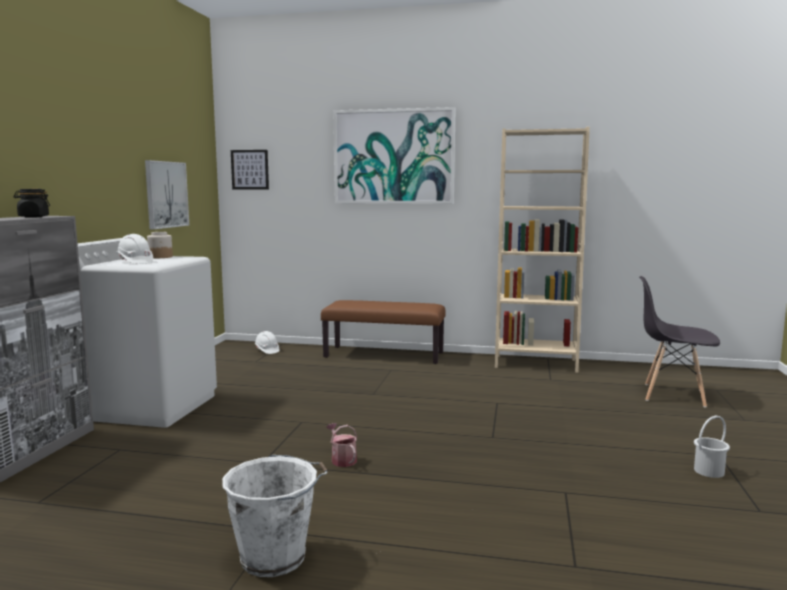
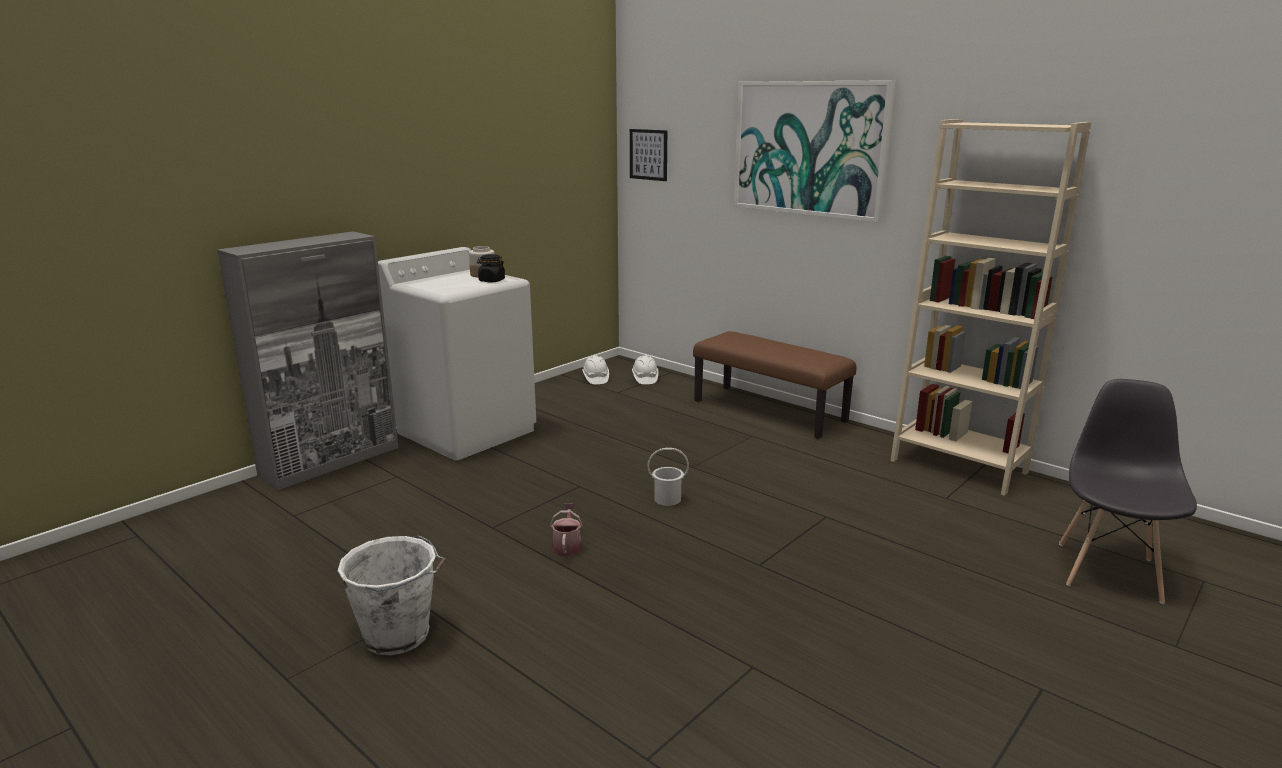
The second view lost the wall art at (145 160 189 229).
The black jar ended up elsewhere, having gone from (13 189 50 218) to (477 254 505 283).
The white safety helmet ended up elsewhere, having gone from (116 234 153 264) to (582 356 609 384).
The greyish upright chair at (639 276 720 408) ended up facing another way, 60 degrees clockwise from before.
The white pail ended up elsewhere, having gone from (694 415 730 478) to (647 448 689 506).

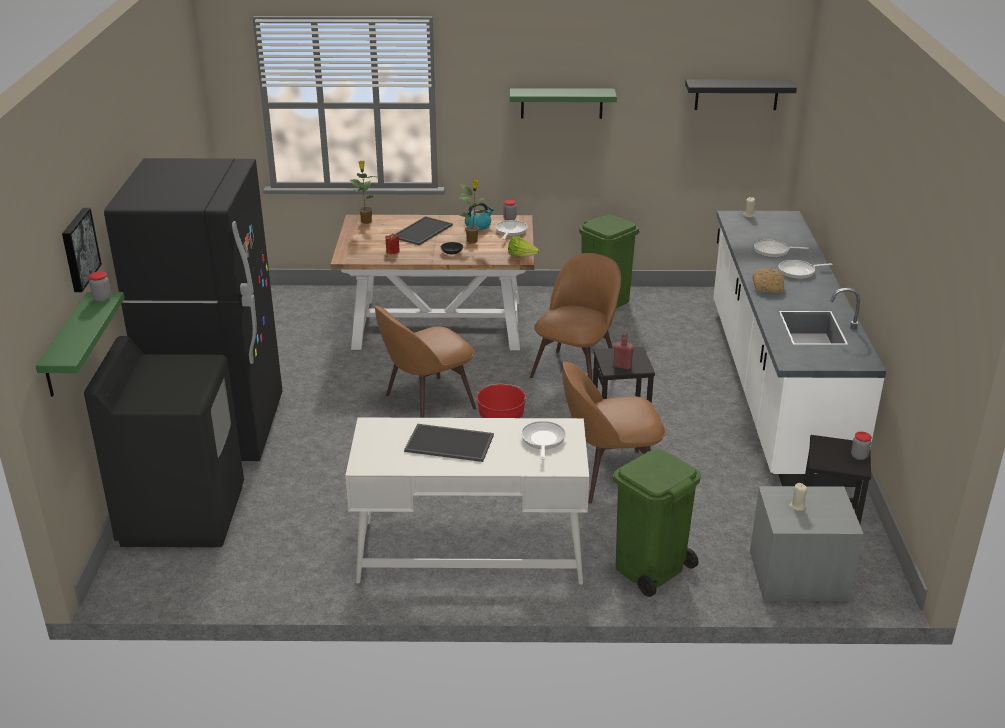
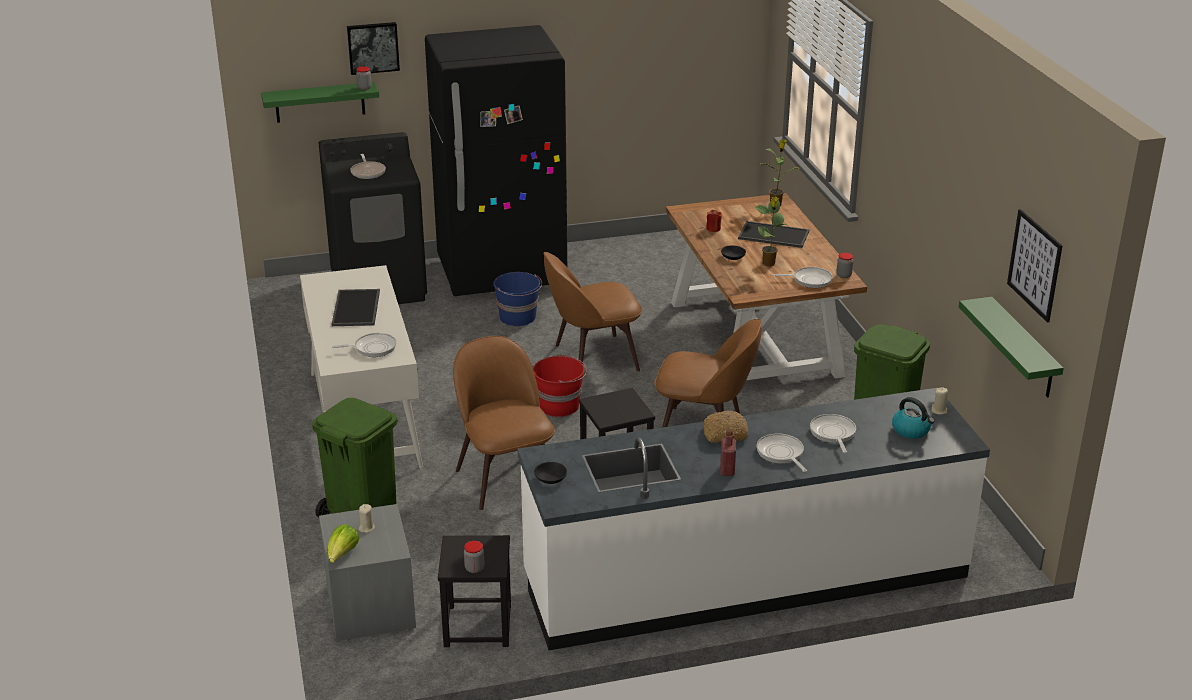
Where the black wall shelf hung at (685 80 797 110), the wall art came to hang at (1007 209 1062 322).
The greenish wall shelf ended up elsewhere, having gone from (510 88 617 119) to (959 297 1064 398).
The water kettle ended up elsewhere, having gone from (465 202 494 230) to (892 397 935 439).
The head of lettuce ended up elsewhere, having gone from (508 236 540 257) to (327 524 359 563).
The brown-coloured upright chair at (374 305 476 418) ended up facing another way, 60 degrees counterclockwise from before.
The reddish drink bottle ended up elsewhere, having gone from (613 333 634 369) to (720 429 736 476).
The second view gained the pan at (350 154 386 179).
The second view gained the blue pail at (493 272 542 326).
The second view gained the black deep dish at (534 462 567 484).

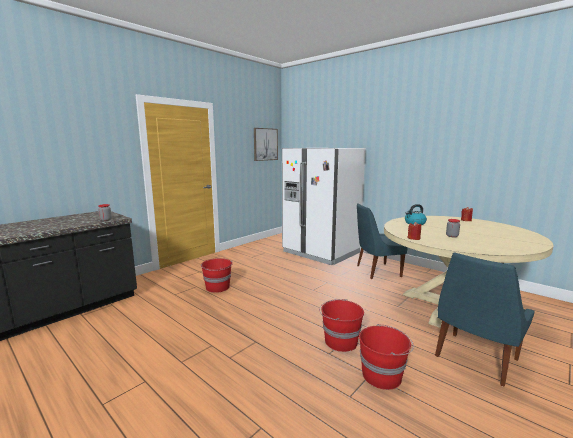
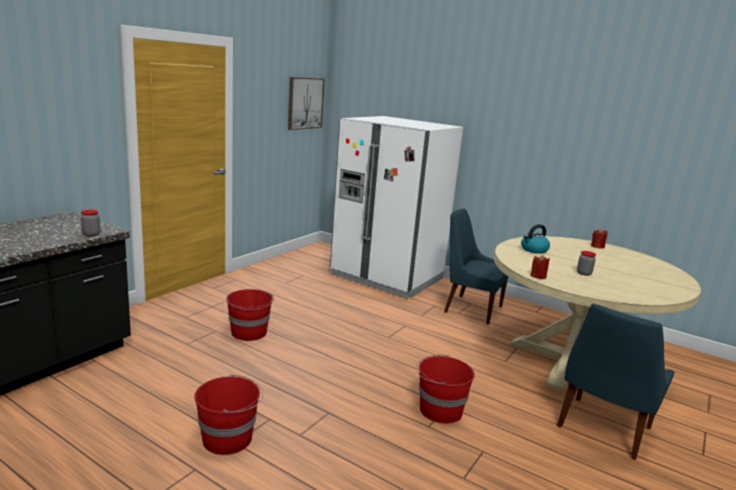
The blue upright chair at (357 204 408 279) ended up facing another way, 45 degrees clockwise from before.
The reddish pail ended up elsewhere, having gone from (359 324 414 390) to (194 374 263 455).

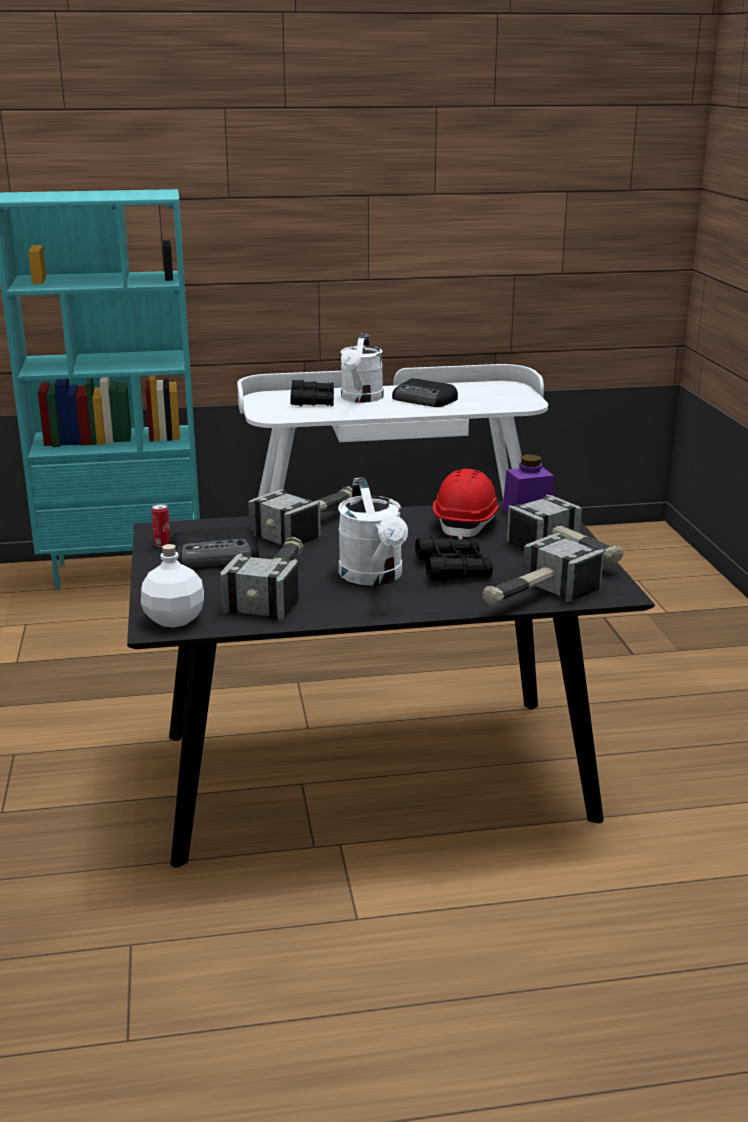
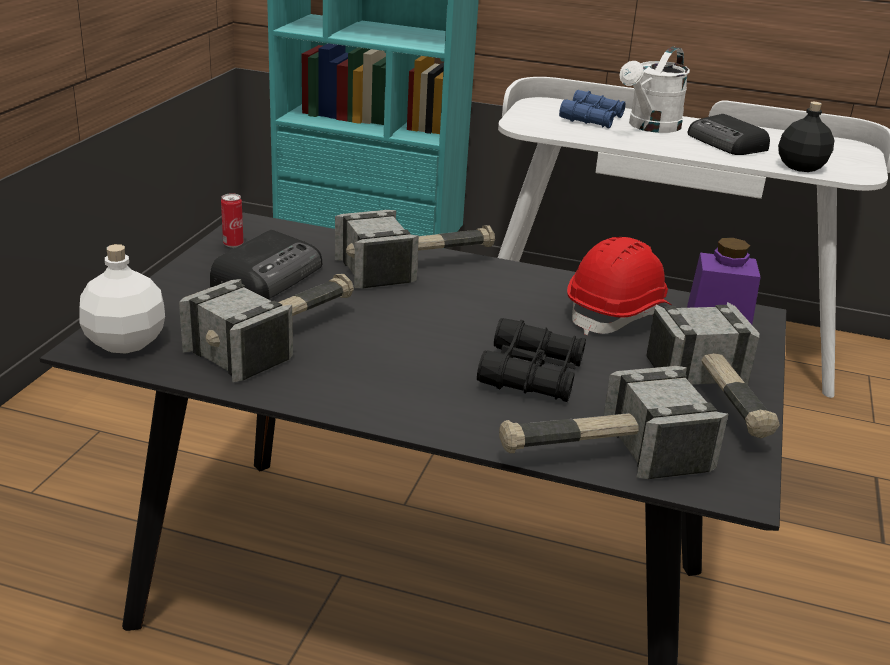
What was the black pair of binoculars at (290 379 334 406) turned into the blue pair of binoculars at (559 90 625 129).
The second view lost the white sprinkling can at (338 477 408 586).
The radio receiver at (169 526 259 569) ended up facing another way, 75 degrees counterclockwise from before.
The second view gained the black drink bottle at (778 101 834 172).

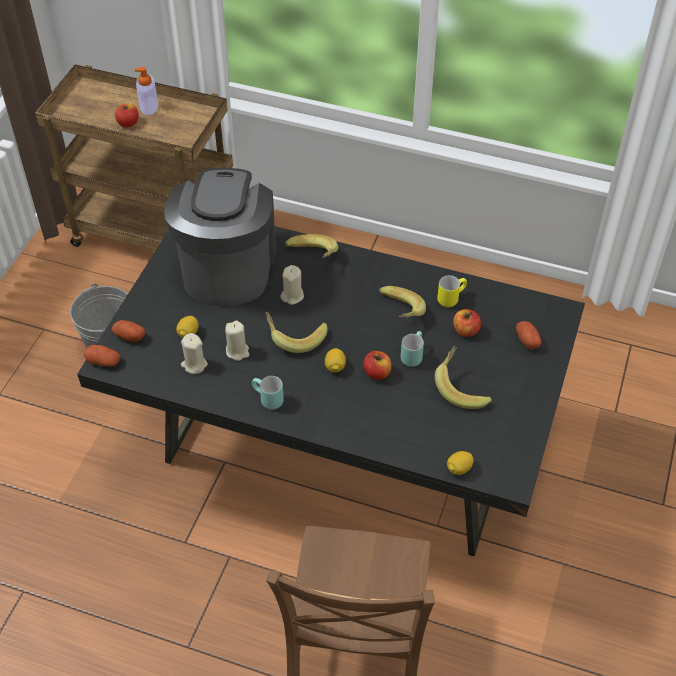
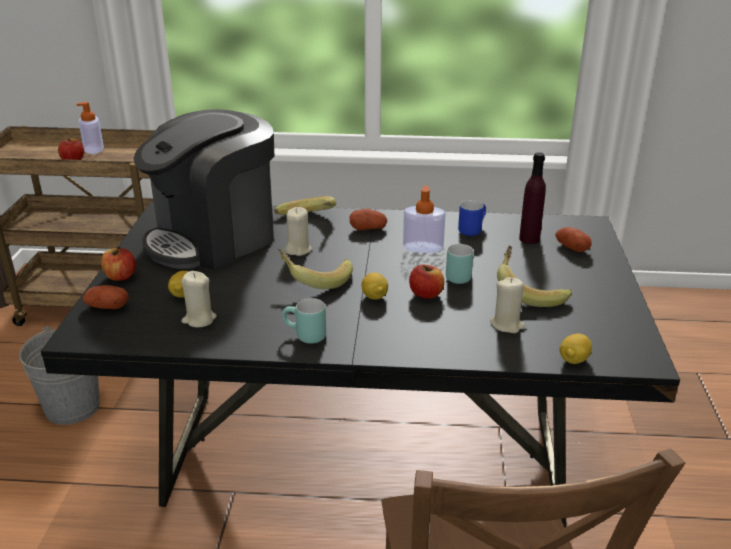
The coffee machine at (164 168 276 307) ended up facing another way, 120 degrees counterclockwise from before.
What was the yellowish mug at (437 275 467 307) turned into the blue mug at (458 200 486 236).
Where the banana fruit stood at (379 286 426 318), the soap bottle came to stand at (403 186 446 253).
The apple fruit ended up elsewhere, having gone from (453 309 481 337) to (101 247 136 281).
The sand-coloured wax candle ended up elsewhere, having gone from (225 321 250 361) to (490 277 525 333).
The spud ended up elsewhere, having gone from (84 345 120 367) to (350 209 387 230).
The second view gained the purple-coloured drink bottle at (519 152 546 244).

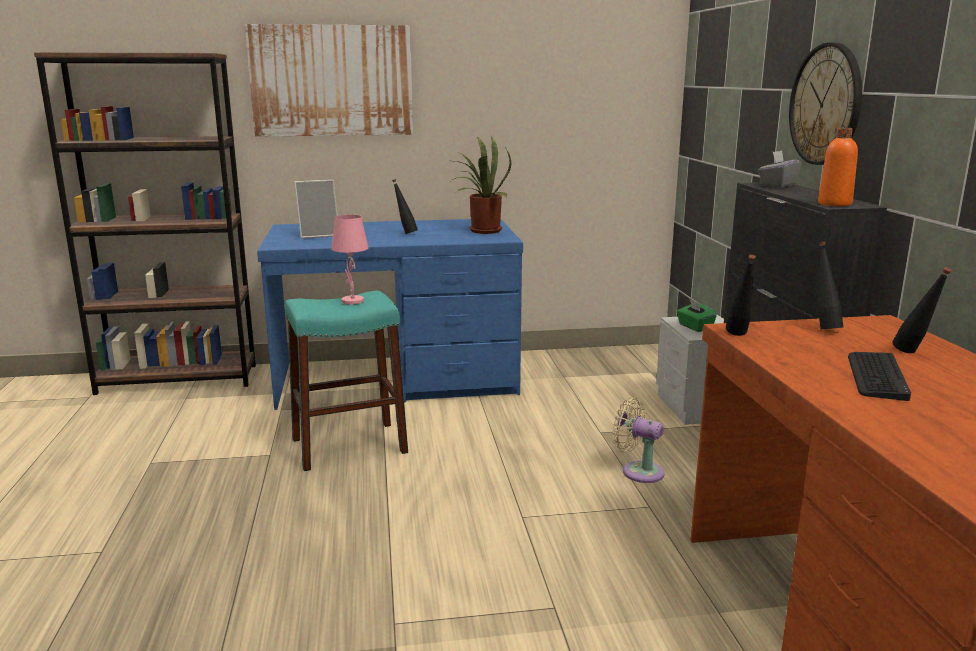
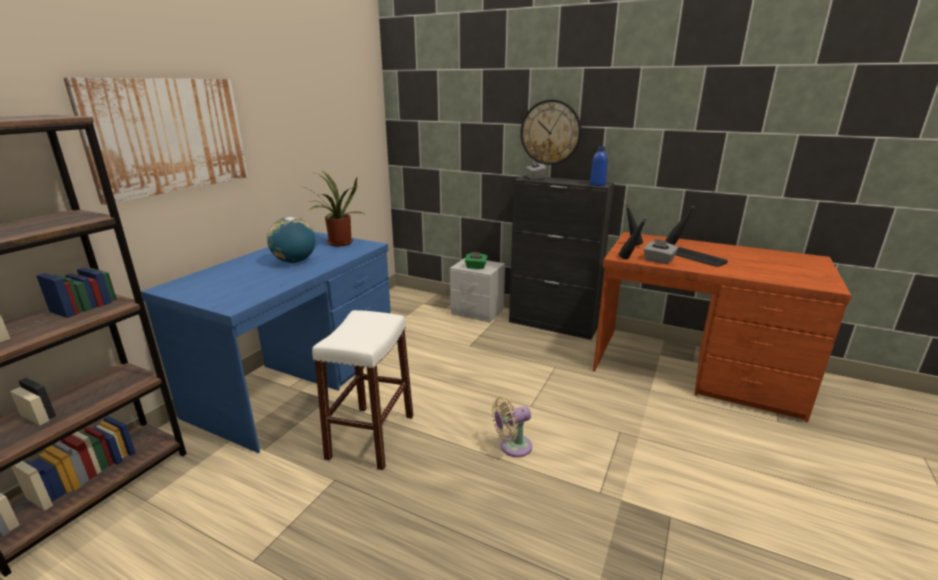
What was the orange-coloured drink bottle at (818 128 858 206) turned into the blue drink bottle at (590 146 608 186).
Where the black drink bottle stood at (392 179 418 234), the globe came to stand at (267 217 316 263).
The second view lost the photo frame at (294 180 338 239).
The second view lost the pink-coloured lamp for a table at (331 215 369 305).
What was the turquoise stool at (285 291 408 471) turned into the white stool at (312 310 413 470).
The sand-coloured cooling fan ended up elsewhere, having gone from (613 398 665 483) to (492 397 532 457).
The second view gained the greyish tissue holder at (643 239 678 264).

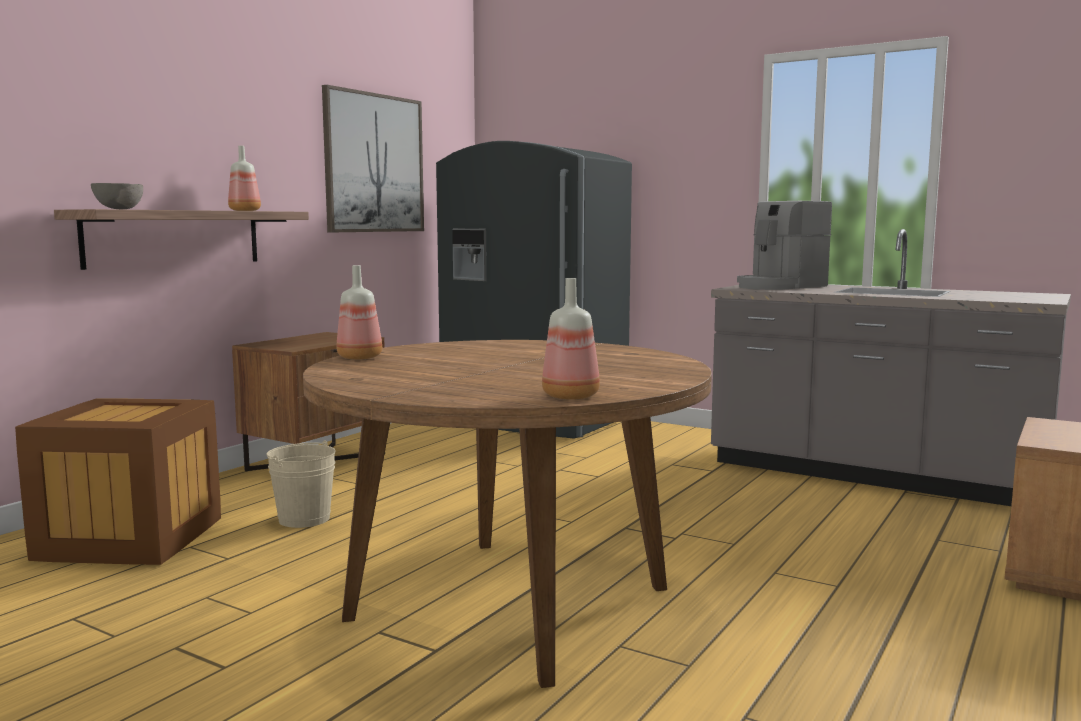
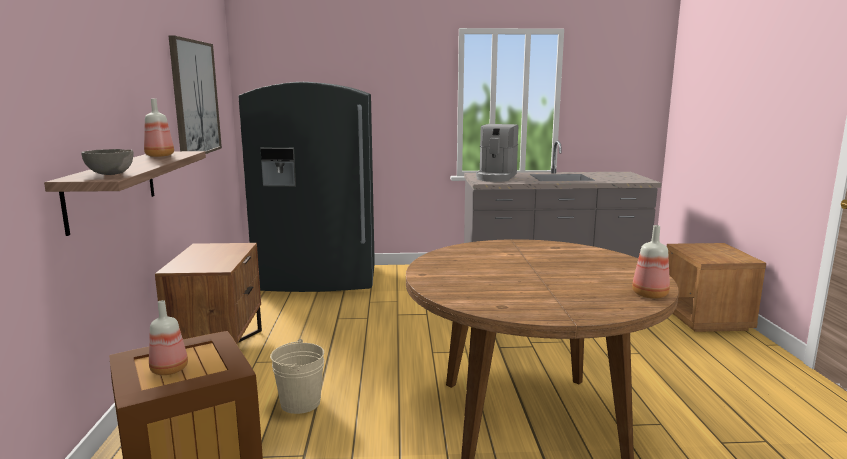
The drink bottle ended up elsewhere, having gone from (336 265 382 360) to (149 300 188 375).

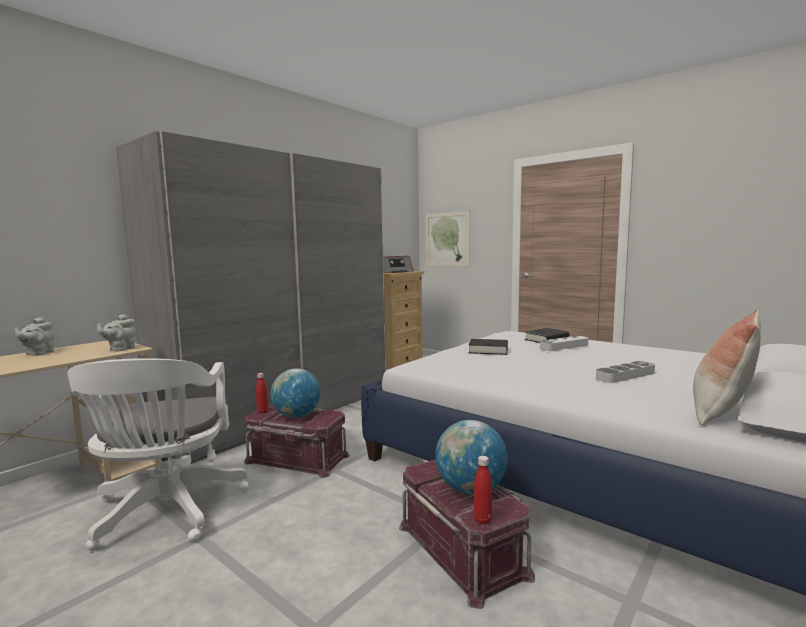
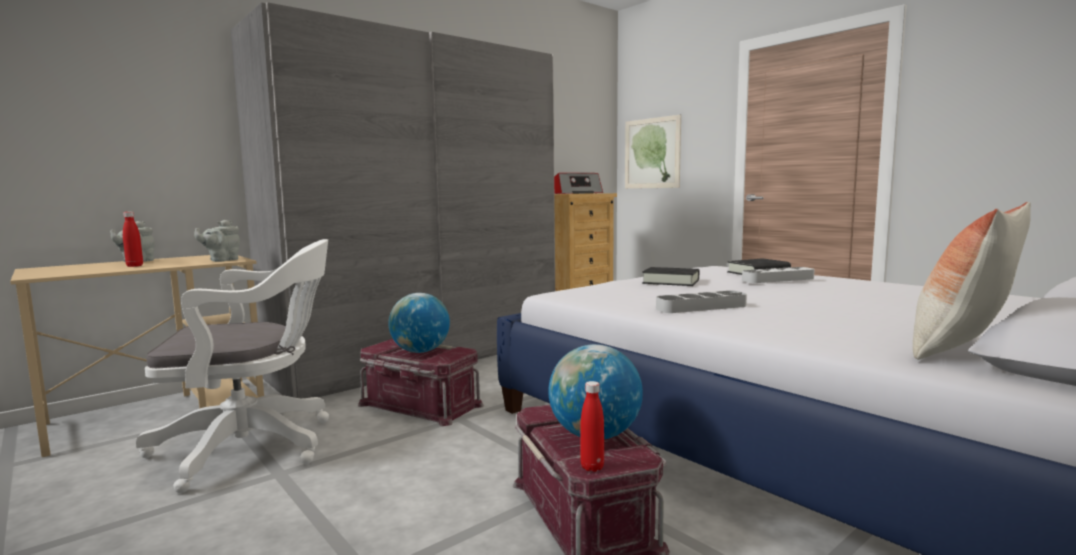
The white computer chair at (67 358 249 551) ended up facing another way, 105 degrees counterclockwise from before.
The greyish serving tray ended up elsewhere, having gone from (596 361 655 383) to (656 291 747 313).
The reddish drink bottle ended up elsewhere, having gone from (256 373 268 413) to (123 212 143 267).

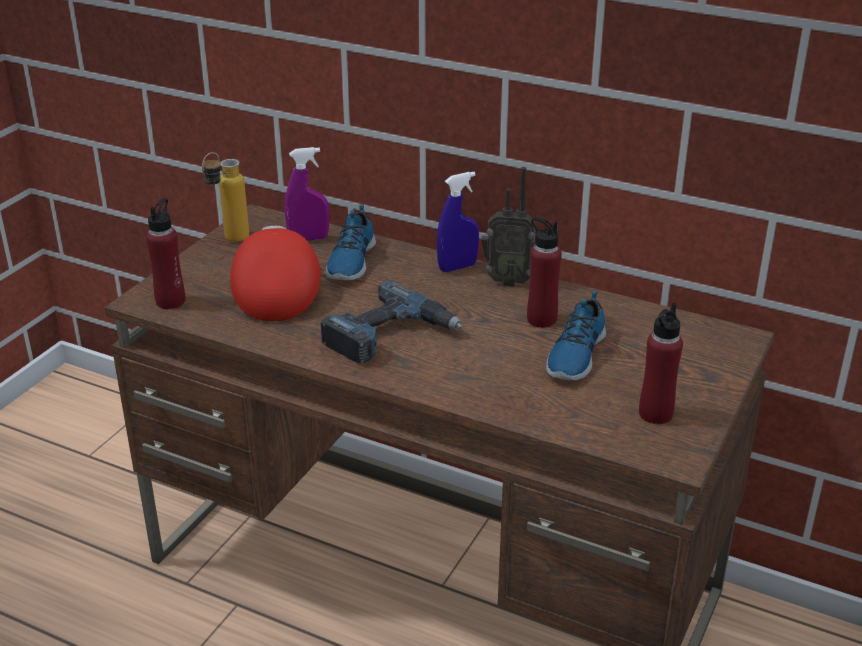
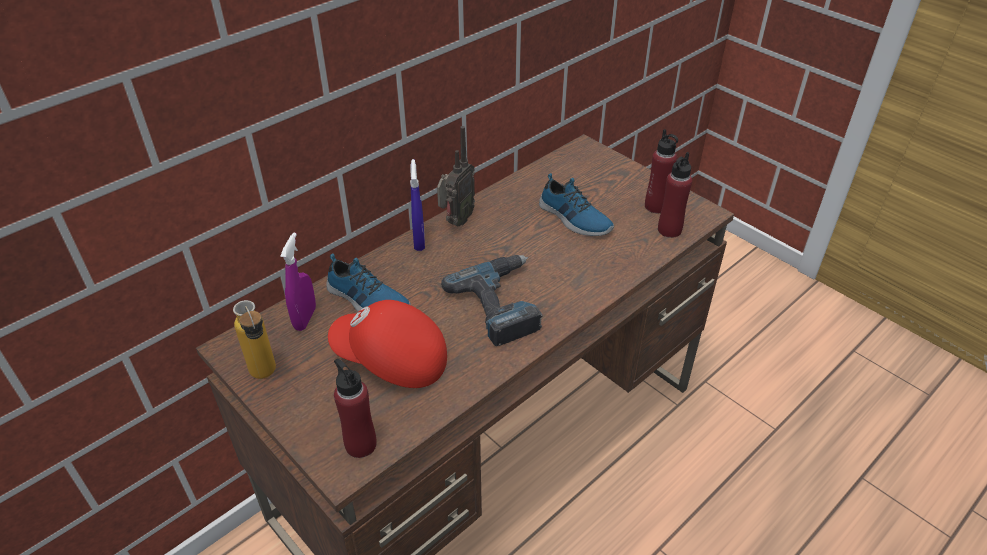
The reddish drink bottle ended up elsewhere, having gone from (527 217 562 328) to (658 152 692 238).

